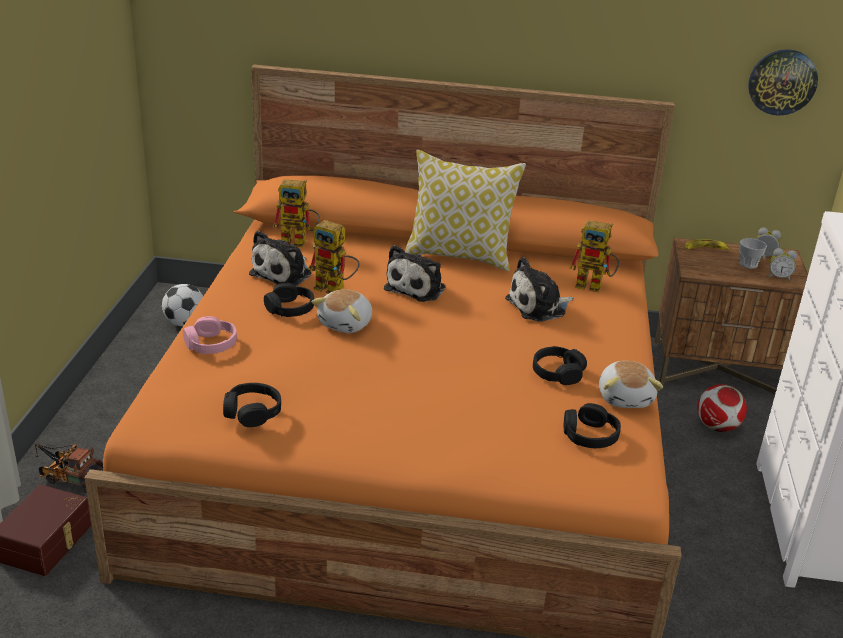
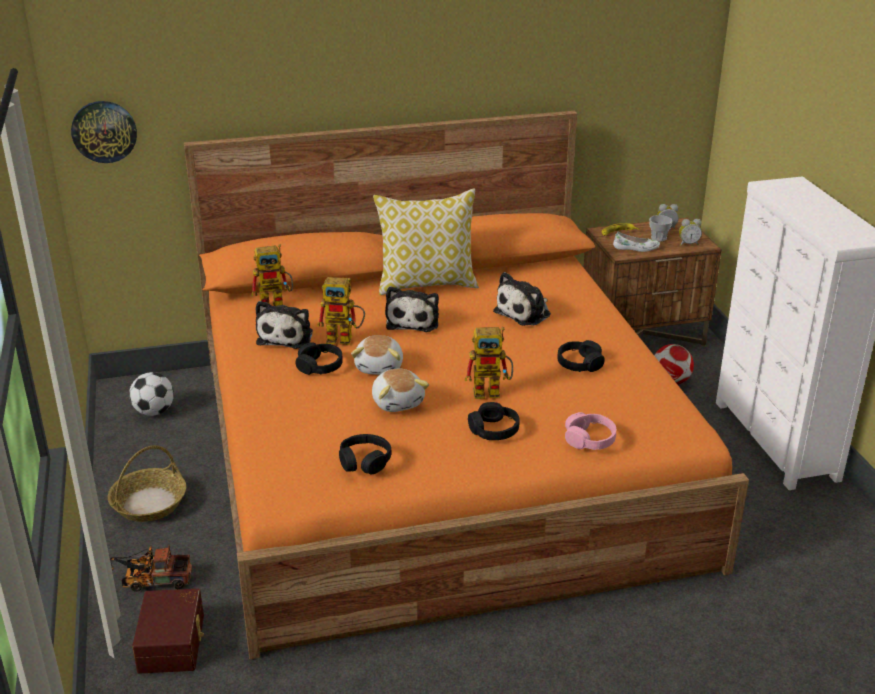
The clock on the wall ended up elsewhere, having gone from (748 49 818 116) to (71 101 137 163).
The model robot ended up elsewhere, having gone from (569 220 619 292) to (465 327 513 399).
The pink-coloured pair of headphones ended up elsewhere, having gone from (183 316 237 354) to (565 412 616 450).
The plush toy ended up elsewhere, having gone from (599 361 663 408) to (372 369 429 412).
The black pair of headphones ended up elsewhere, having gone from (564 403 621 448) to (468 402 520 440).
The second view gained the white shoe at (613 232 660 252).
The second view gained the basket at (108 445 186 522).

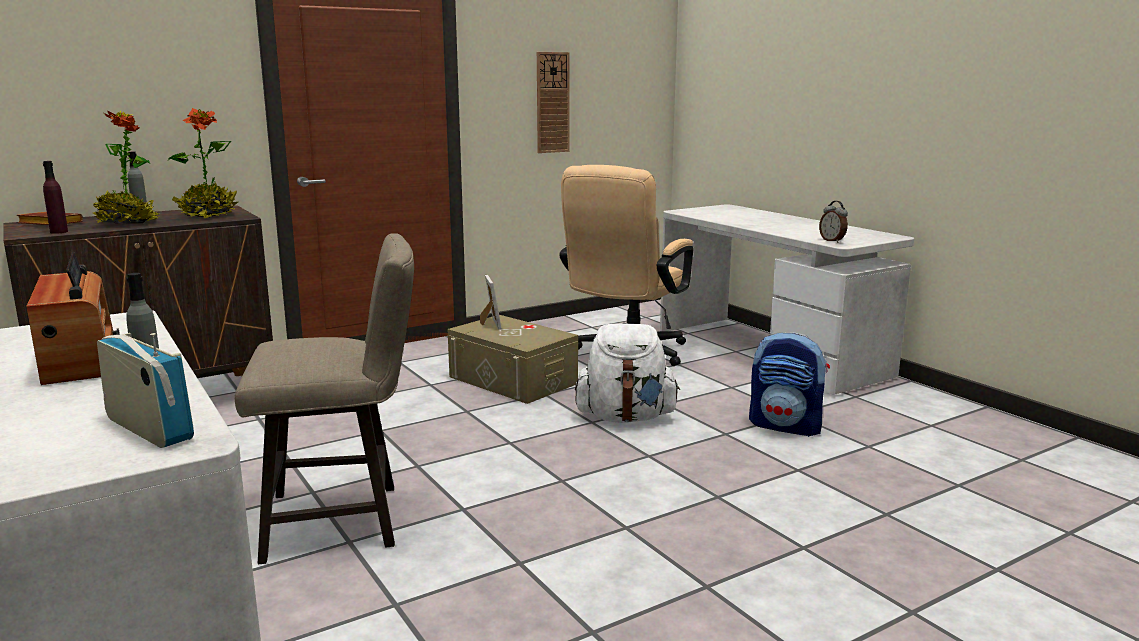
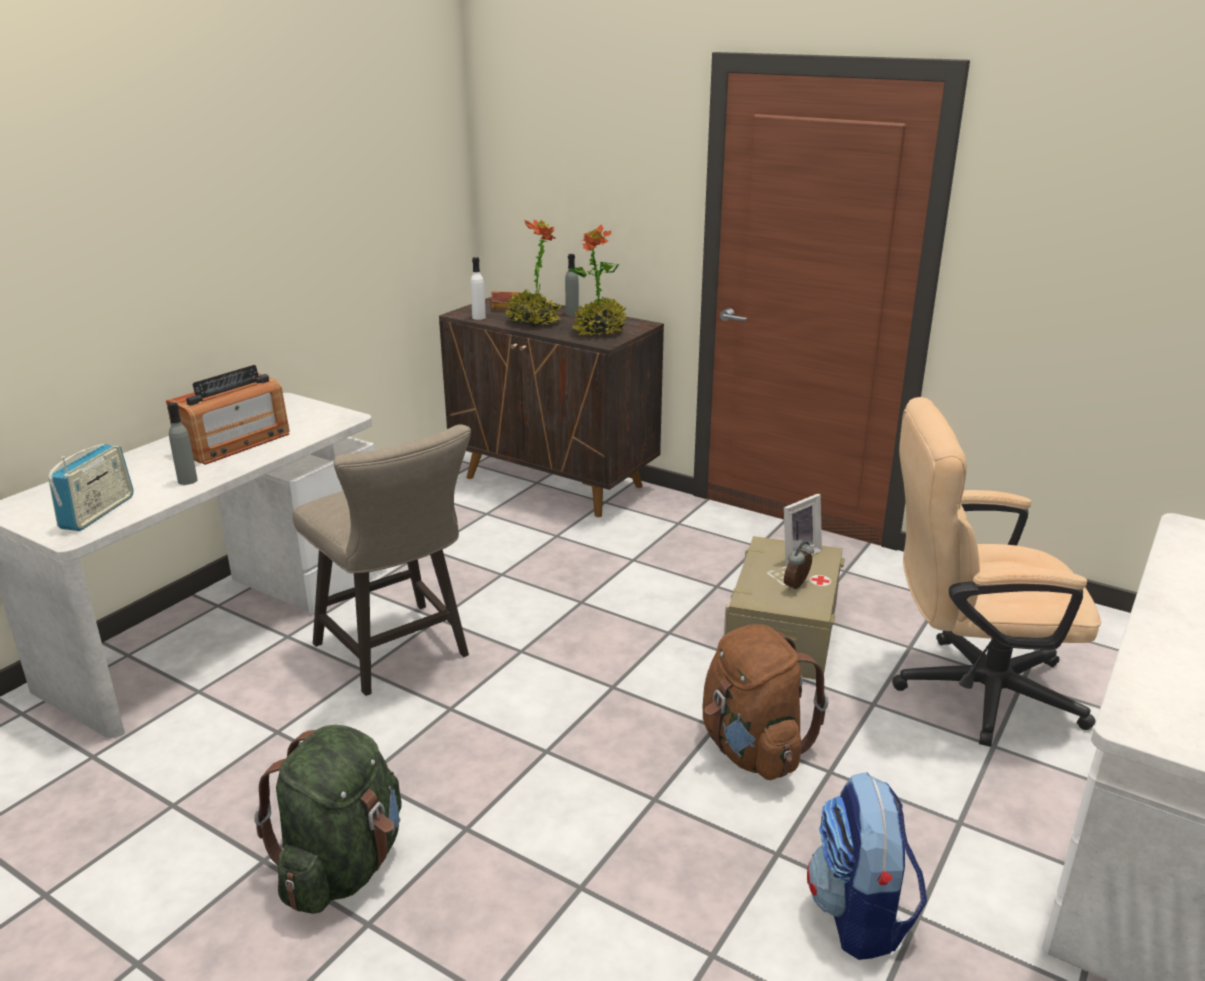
The second view lost the clock on the wall at (537 52 570 153).
What was the purple-coloured drink bottle at (43 161 68 234) turned into the white drink bottle at (470 257 486 320).
The bedside clock ended up elsewhere, having gone from (819 201 848 243) to (784 541 814 591).
What was the white rucksack at (575 324 680 423) turned into the brown-coloured rucksack at (703 624 829 780).
The second view gained the greenish rucksack at (254 725 402 914).

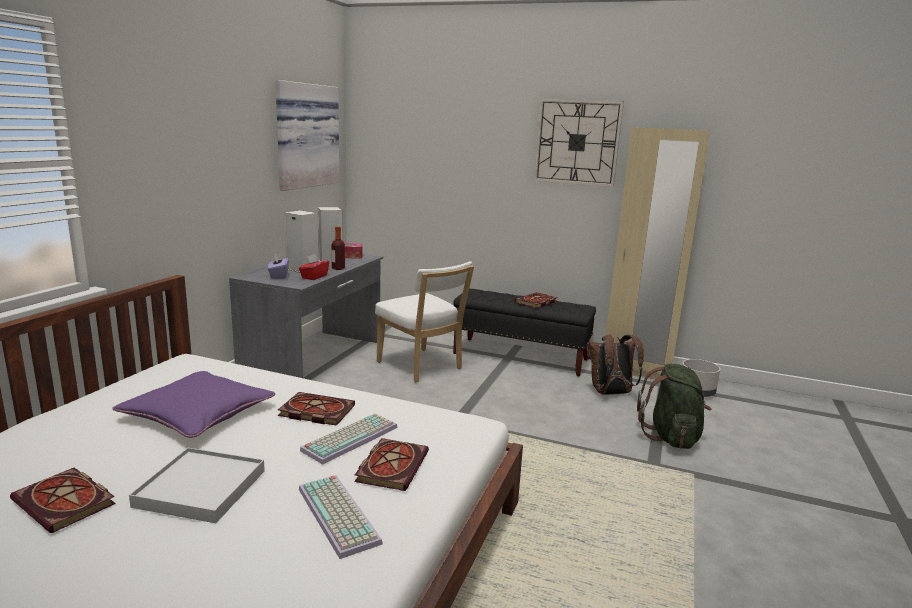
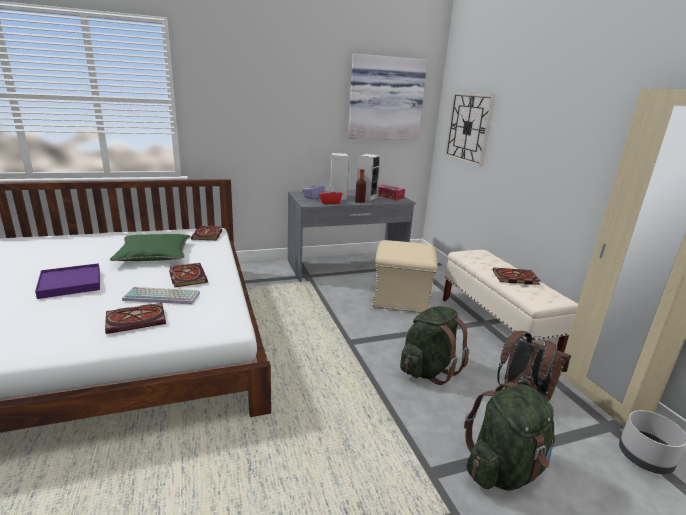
The clock on the wall ended up elsewhere, having gone from (534 98 624 187) to (445 92 495 167).
Where the white upright chair stood at (375 261 474 382), the sand-coloured pouffe came to stand at (372 240 438 313).
What was the black long seat at (453 289 596 377) turned into the sand-coloured long seat at (443 250 578 352).
What was the purple-coloured cushion at (112 371 275 438) turned into the greenish cushion at (110 234 190 261).
What was the white serving tray at (129 448 265 523) turned into the purple-coloured serving tray at (35 263 100 299).
The bound book ended up elsewhere, having gone from (10 468 116 534) to (191 226 222 240).
The second view lost the PC keyboard at (299 475 383 559).
The second view gained the greenish rucksack at (400 306 469 385).

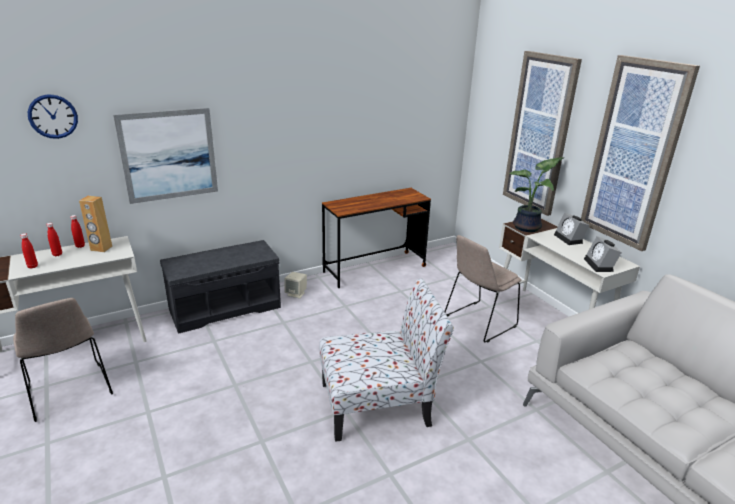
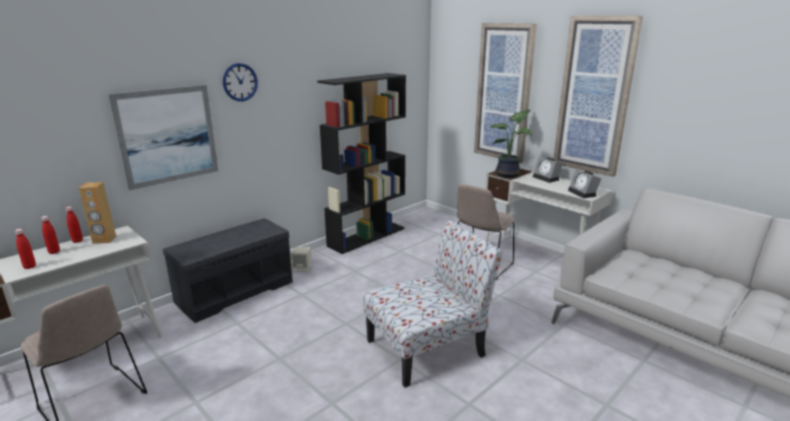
The clock on the wall ended up elsewhere, having gone from (28 94 78 139) to (223 63 258 101).
Where the brown-coloured desk table stood at (322 188 431 288), the black bookcase came to stand at (317 73 406 254).

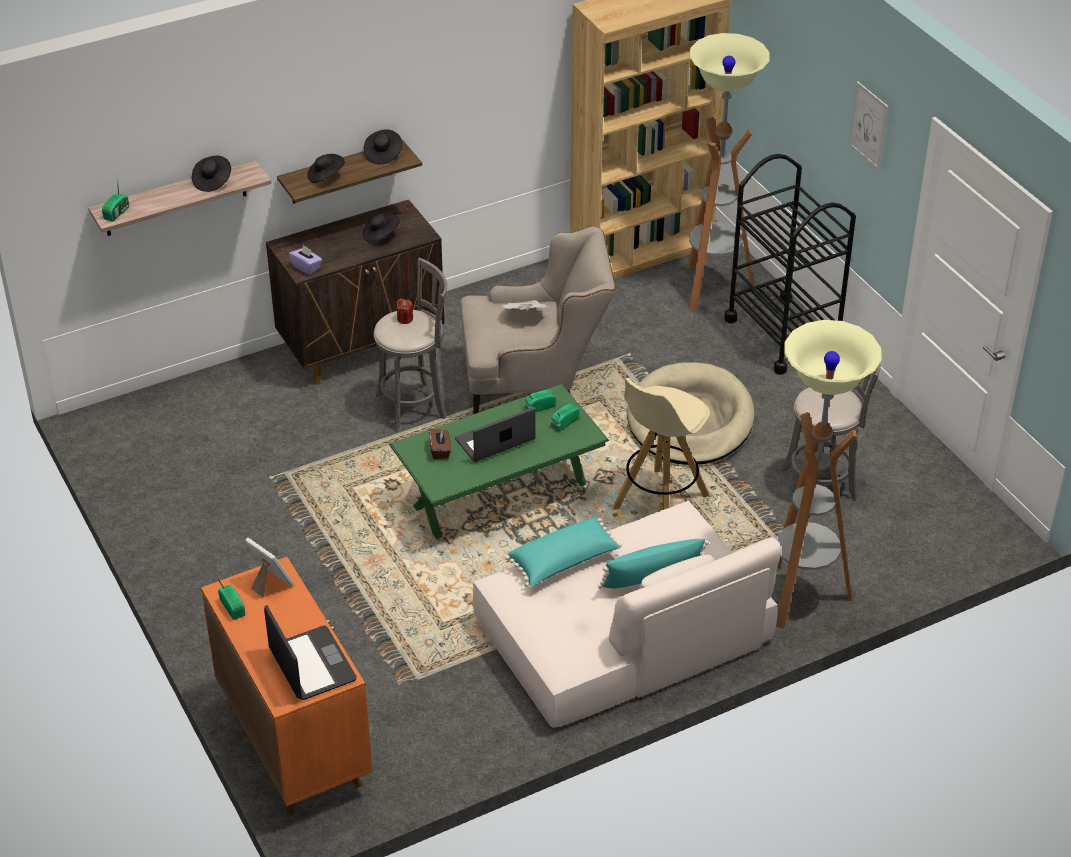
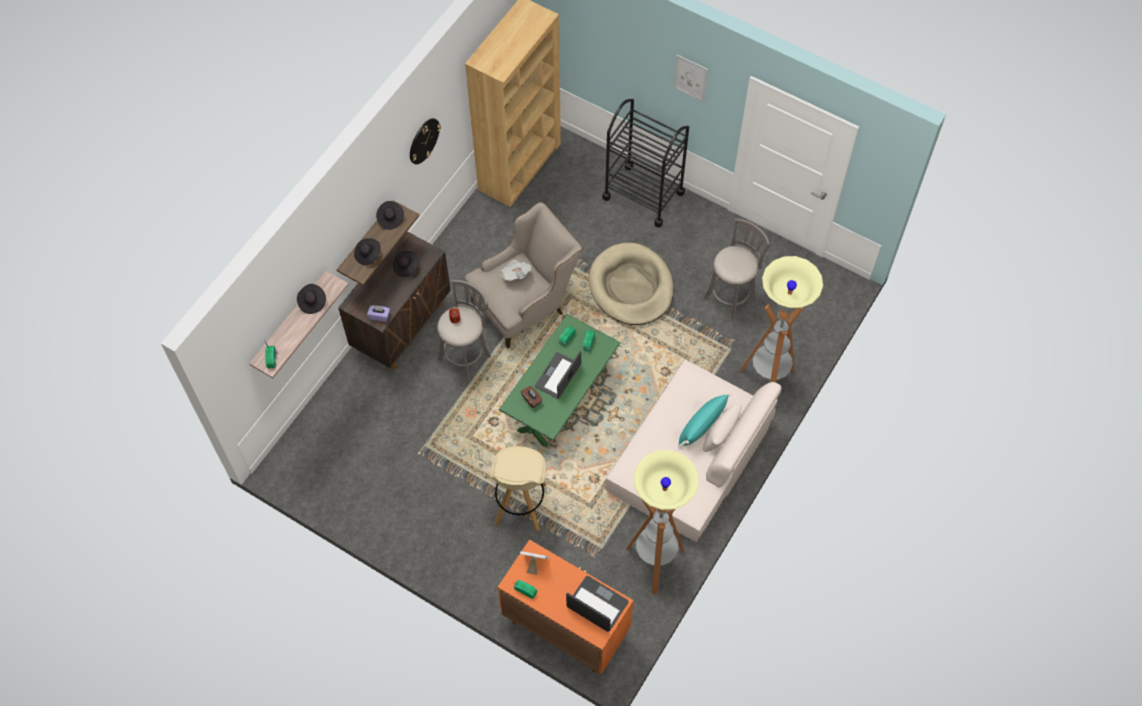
The standing lamp ended up elsewhere, having gone from (688 33 770 311) to (626 450 699 594).
The sand-coloured stool ended up elsewhere, having gone from (613 378 710 510) to (490 446 547 531).
The second view lost the turquoise cushion at (505 518 622 587).
The second view gained the clock on the wall at (410 118 441 164).

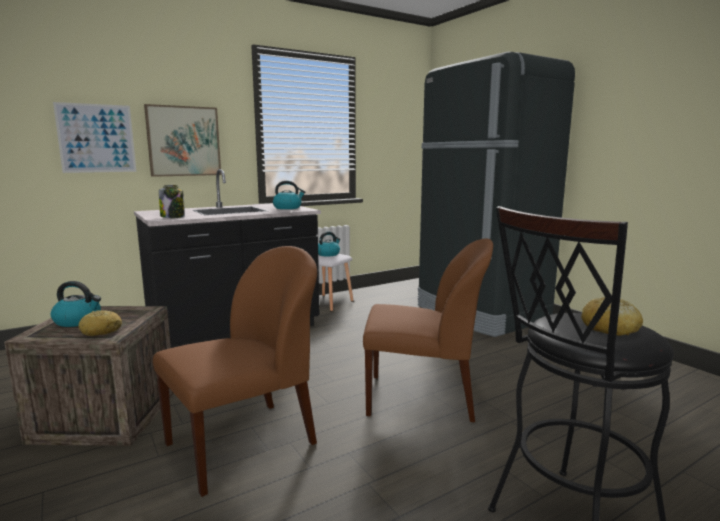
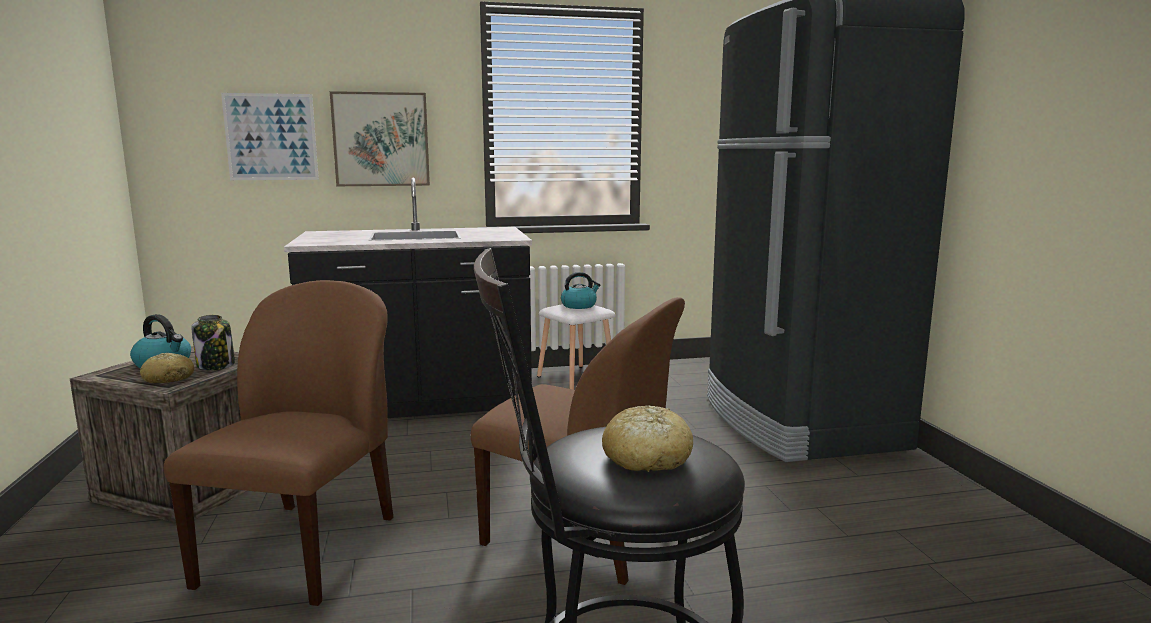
The second view lost the water kettle at (273 181 305 209).
The jar ended up elsewhere, having gone from (159 185 185 218) to (191 315 235 370).
The brown-coloured upright chair at (153 246 317 497) ended up facing another way, 60 degrees counterclockwise from before.

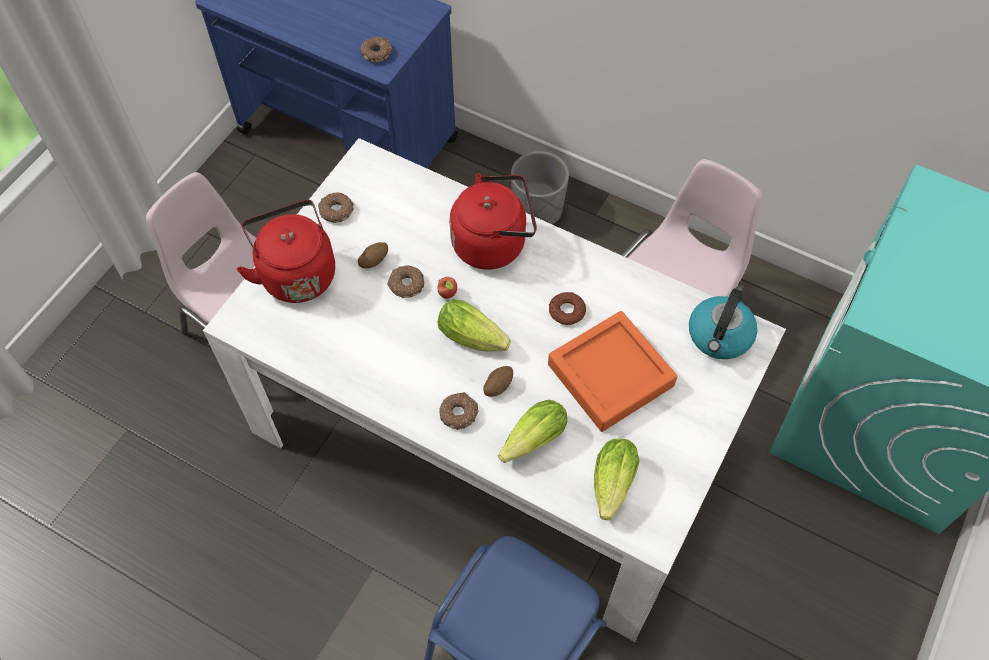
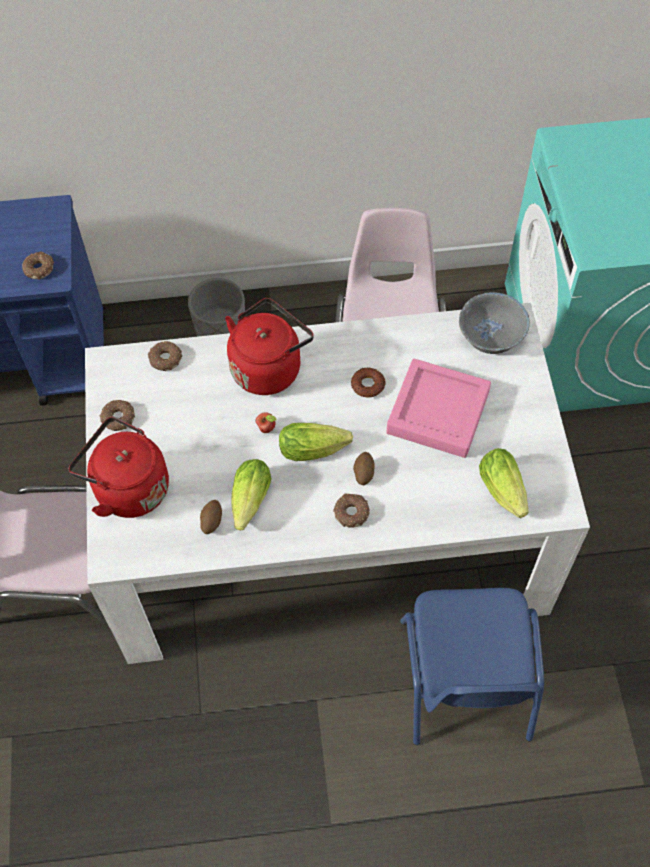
The spud ended up elsewhere, having gone from (358 242 388 268) to (200 500 222 534).
The donut ended up elsewhere, having gone from (387 265 424 298) to (148 341 182 371).
Where the water kettle stood at (689 289 757 359), the greyish deep dish came to stand at (459 292 530 354).
What was the orange-coloured serving tray at (548 311 677 432) turned into the pink-coloured serving tray at (386 359 491 458).
The head of lettuce ended up elsewhere, having gone from (498 400 567 463) to (231 459 272 530).

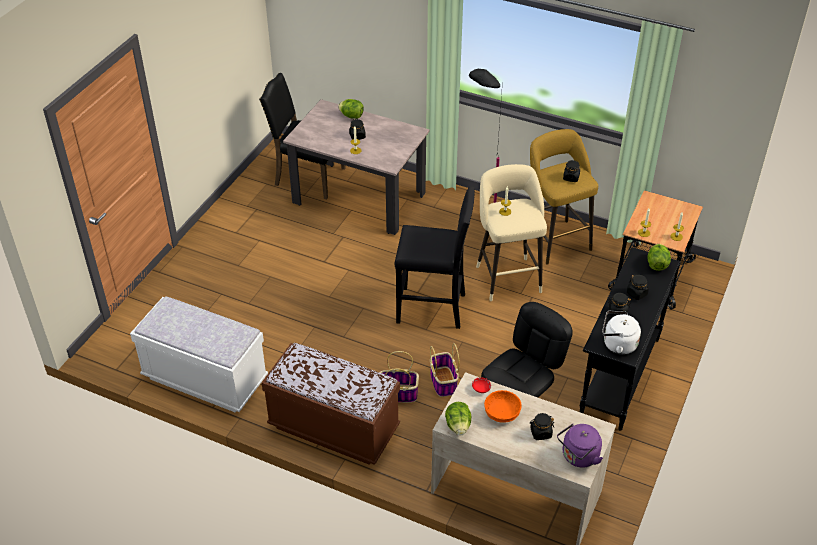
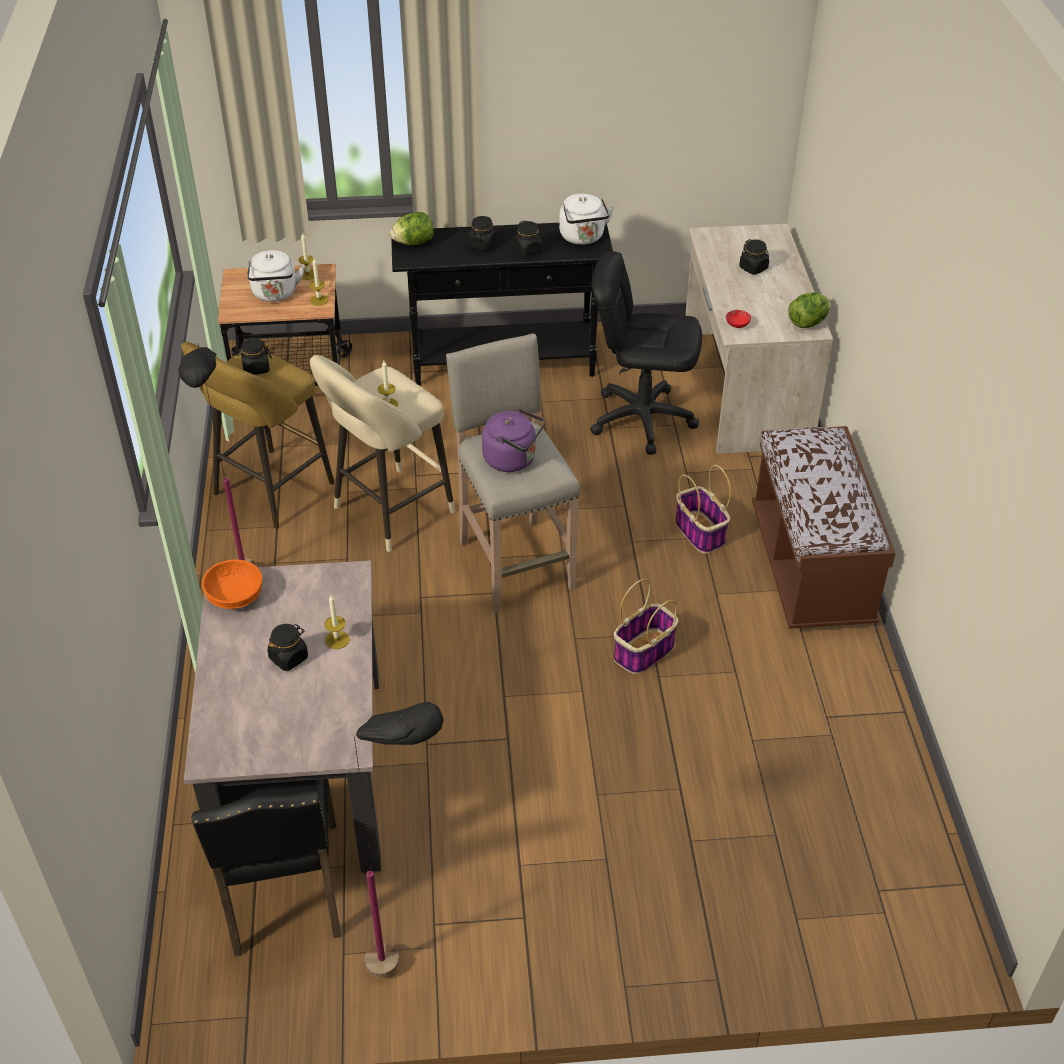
The second view lost the head of lettuce at (338 99 364 119).
What was the black stool at (394 186 475 329) turned into the sand-coloured stool at (446 333 580 613).
The second view lost the white long seat at (130 297 268 413).
The basket ended up elsewhere, having gone from (430 343 460 397) to (614 579 679 674).
The orange-coloured deep dish ended up elsewhere, having gone from (484 390 522 423) to (202 559 262 609).
The purple-coloured water kettle ended up elsewhere, having gone from (557 424 603 468) to (482 408 545 472).
The second view gained the white water kettle at (247 250 304 302).
The second view gained the black standing lamp at (354 702 444 977).

